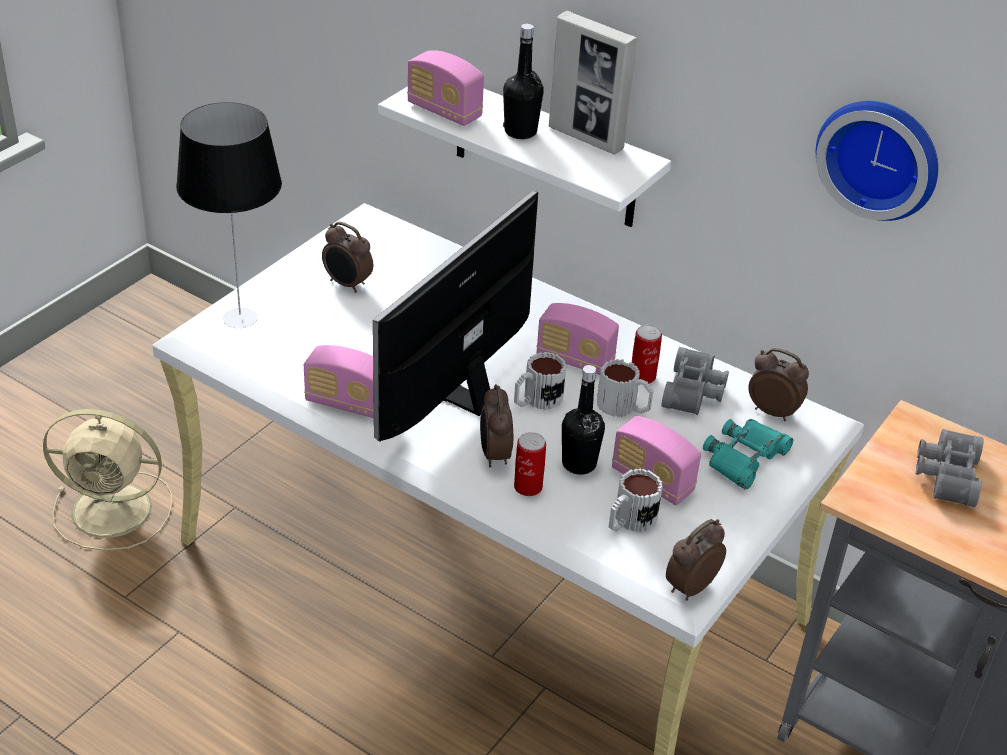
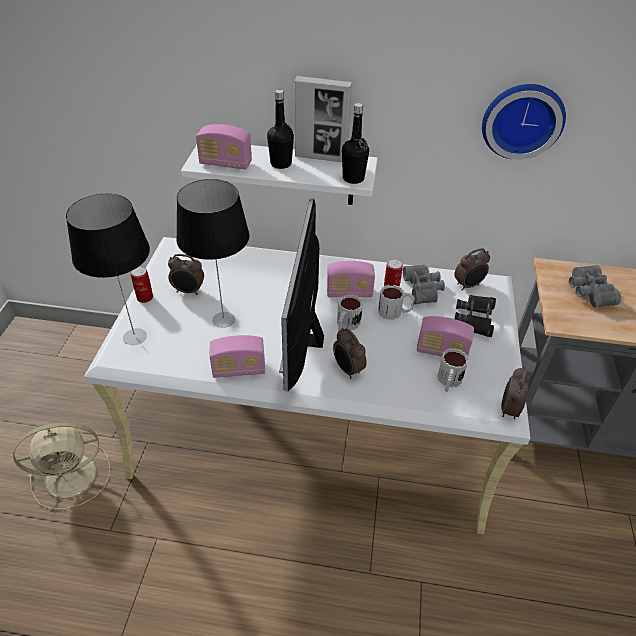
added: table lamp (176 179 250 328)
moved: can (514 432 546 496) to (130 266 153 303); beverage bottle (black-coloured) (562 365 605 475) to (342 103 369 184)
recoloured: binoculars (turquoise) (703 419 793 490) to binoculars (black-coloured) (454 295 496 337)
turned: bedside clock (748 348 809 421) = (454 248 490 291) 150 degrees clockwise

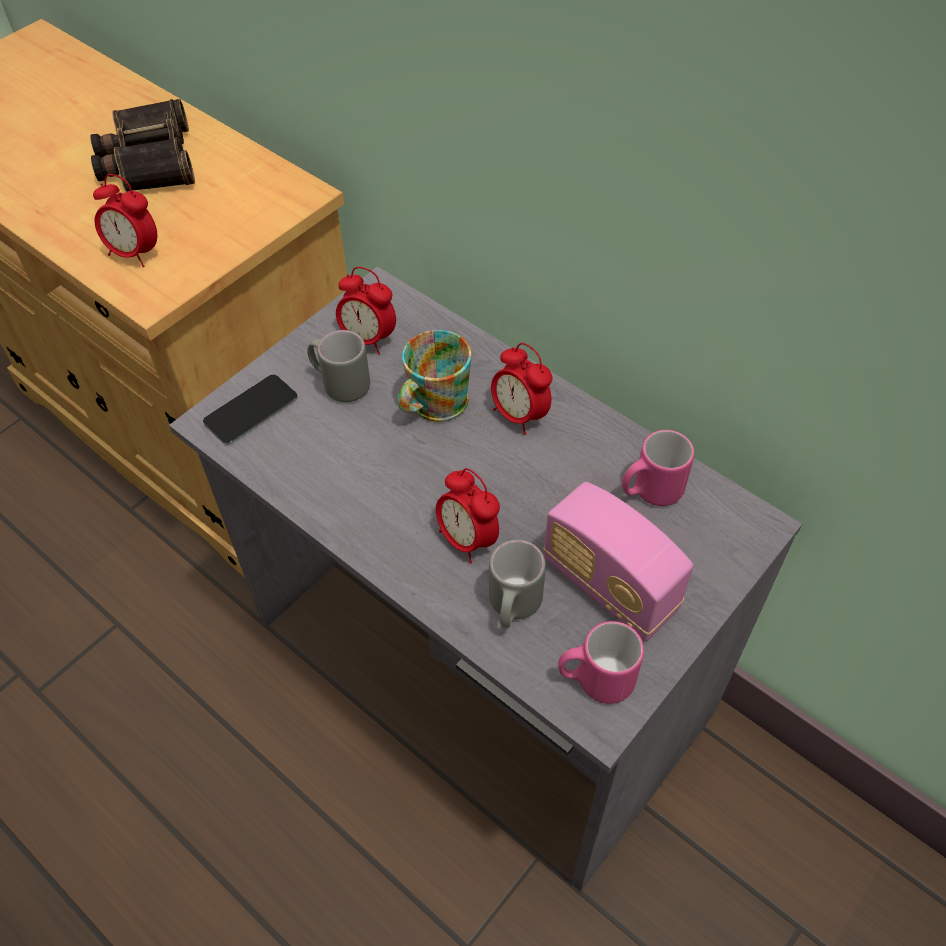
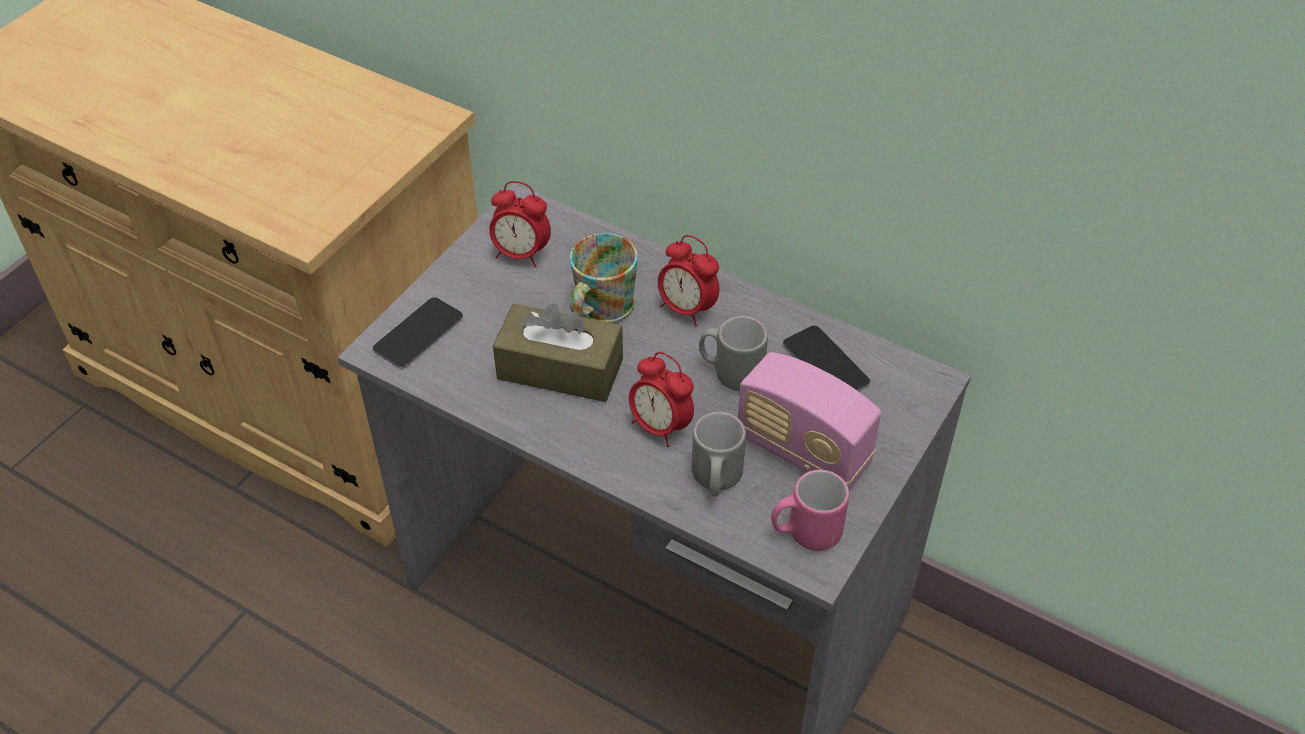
removed: binoculars (90 99 195 192); bedside clock (93 174 157 267)
added: box of tissues (brown-coloured) (493 304 623 402)
moved: mug (gray) (307 330 370 402) to (699 316 768 391)
replaced: mug (pink-coloured) (622 430 694 506) to handset (783 326 870 391)

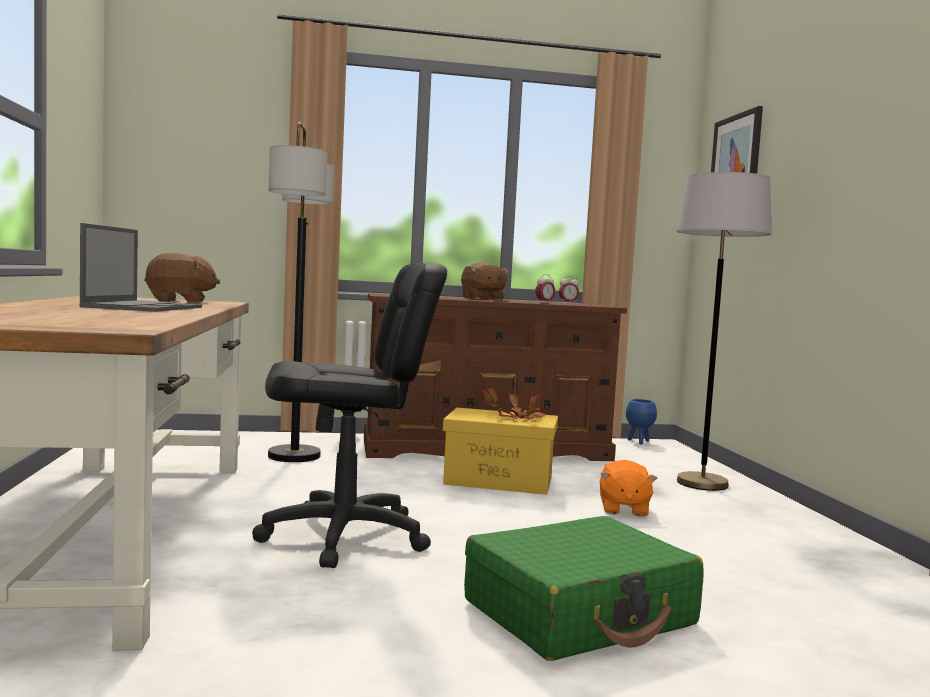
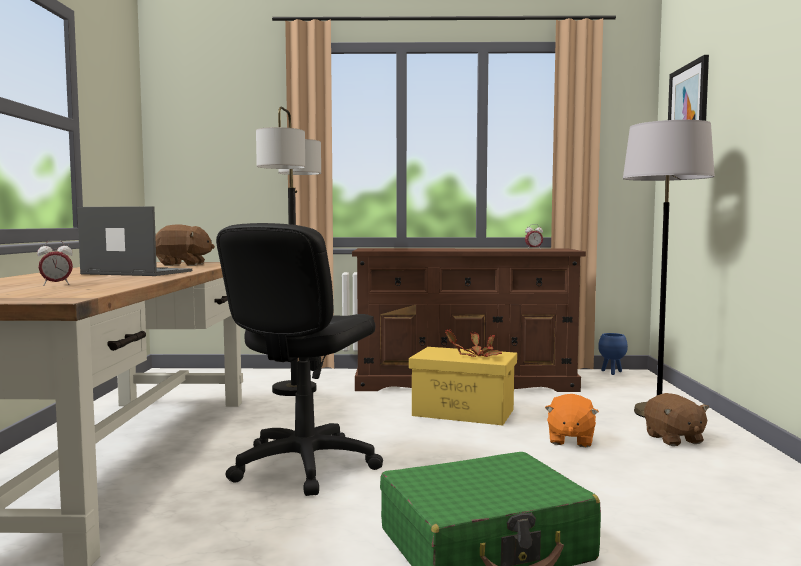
moved: cuddly toy (brown-coloured) (461 262 509 300) to (644 393 709 446); bedside clock (535 274 555 303) to (37 240 73 286)
turned: laptop (80 223 202 312) = (77 206 192 276) 90 degrees counterclockwise; office chair (black-coloured) (252 262 447 568) = (216 223 383 496) 120 degrees clockwise

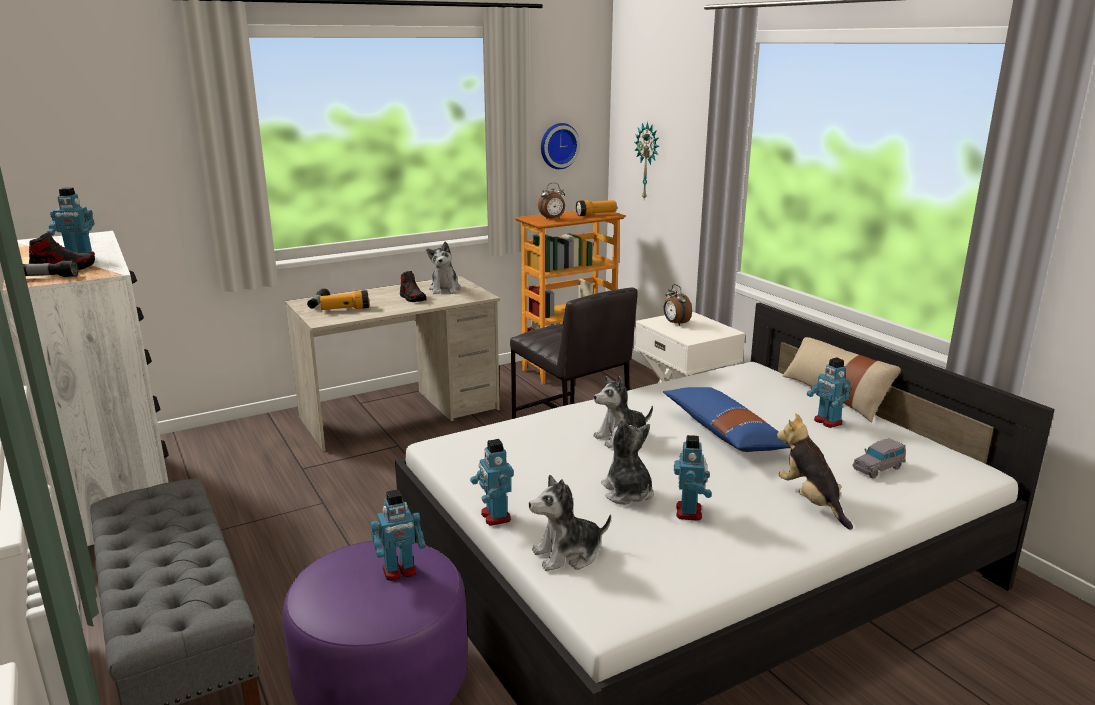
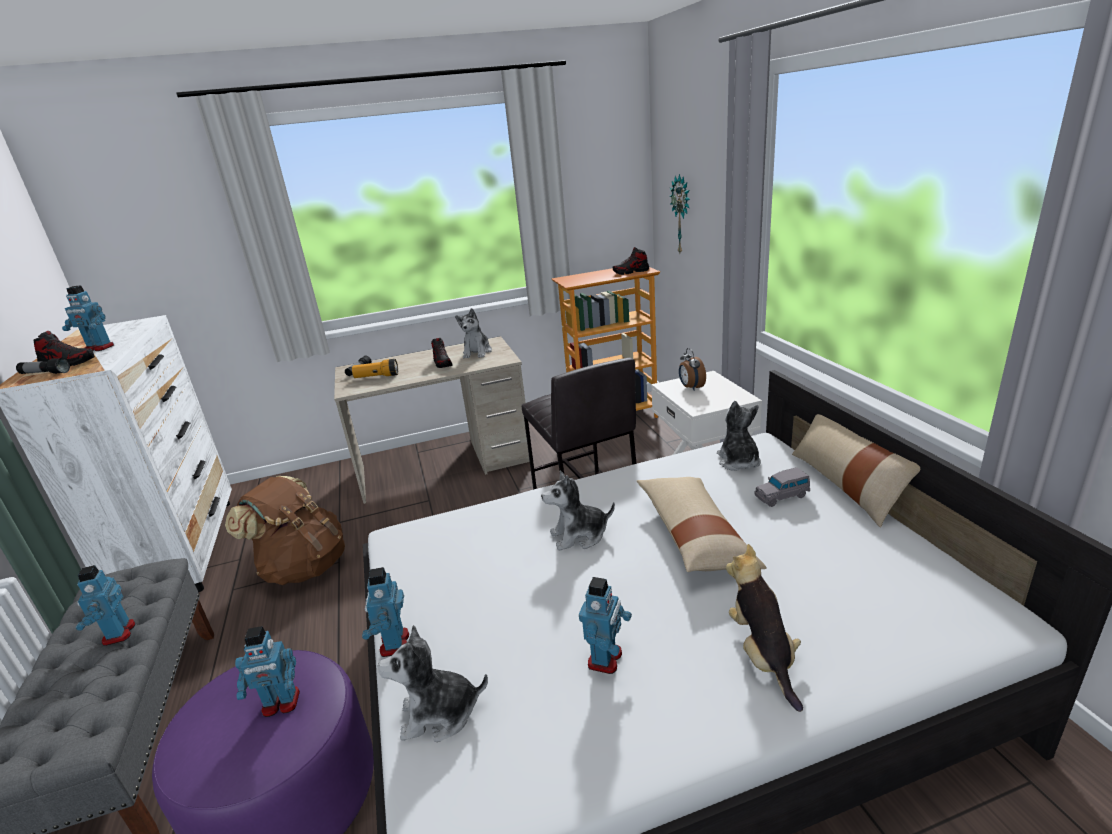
removed: bedside clock (538 183 565 220); clock on the wall (541 123 580 169)
added: rucksack (brown-coloured) (225 476 345 585)
moved: cuddly toy (601 419 654 505) to (717 401 761 471); robot figure (807 357 851 428) to (76 565 135 646); miniature car (gray) (852 438 906 479) to (754 467 810 507)
replaced: flashlight (576 200 617 216) to shoe (612 247 649 275)
recoloured: throw pillow (bluish) (663 387 791 452) to throw pillow (beige-coloured) (637 477 767 572)

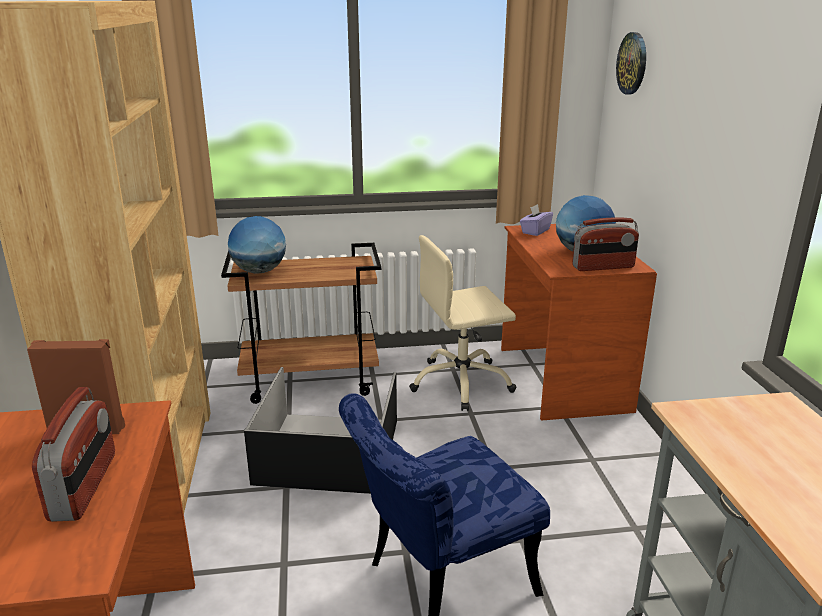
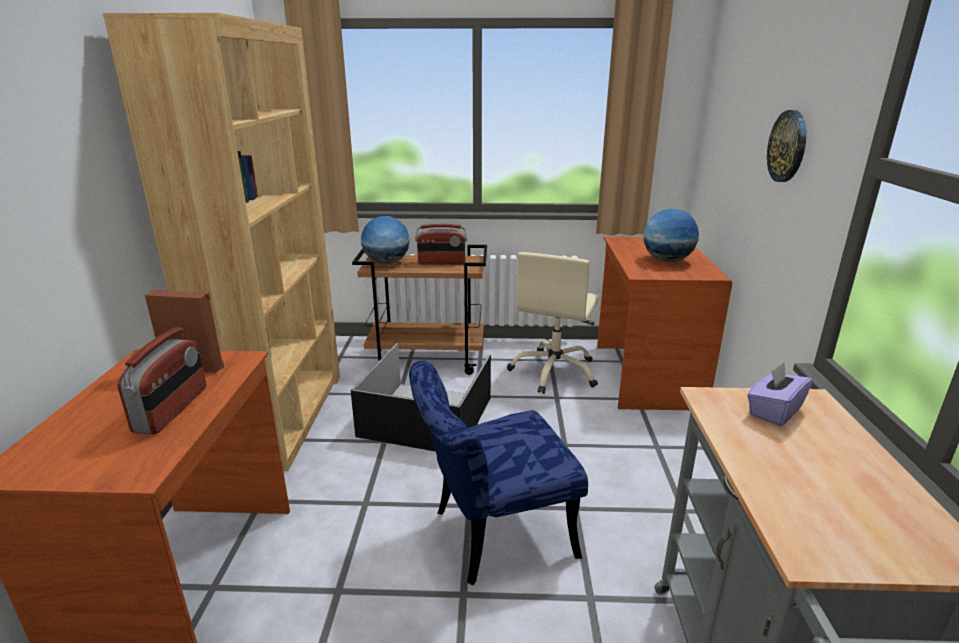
moved: box of tissues (purplish) (520 204 553 236) to (747 363 813 426); radio set (572 217 639 271) to (415 224 467 264); clock on the wall (616 32 646 95) to (767 110 806 182)
turned: office chair (beige-coloured) (409 235 516 411) = (507 252 599 394) 60 degrees counterclockwise

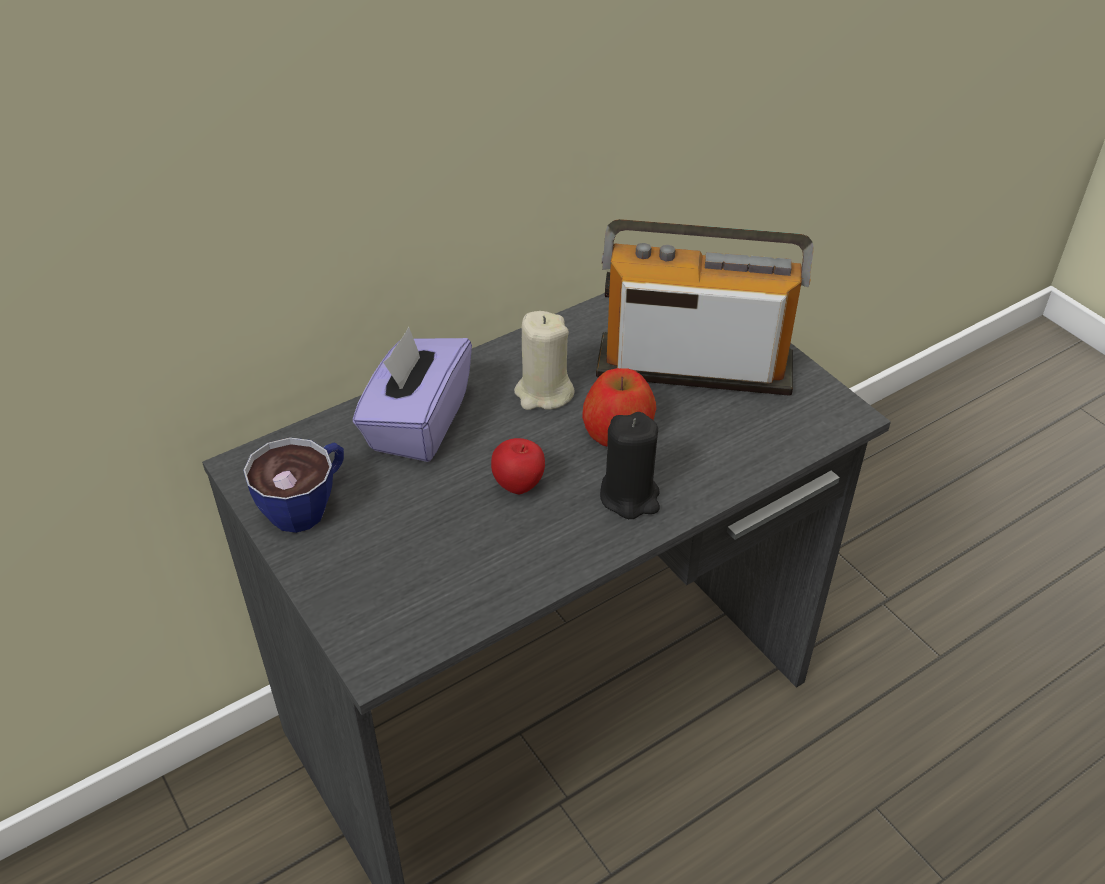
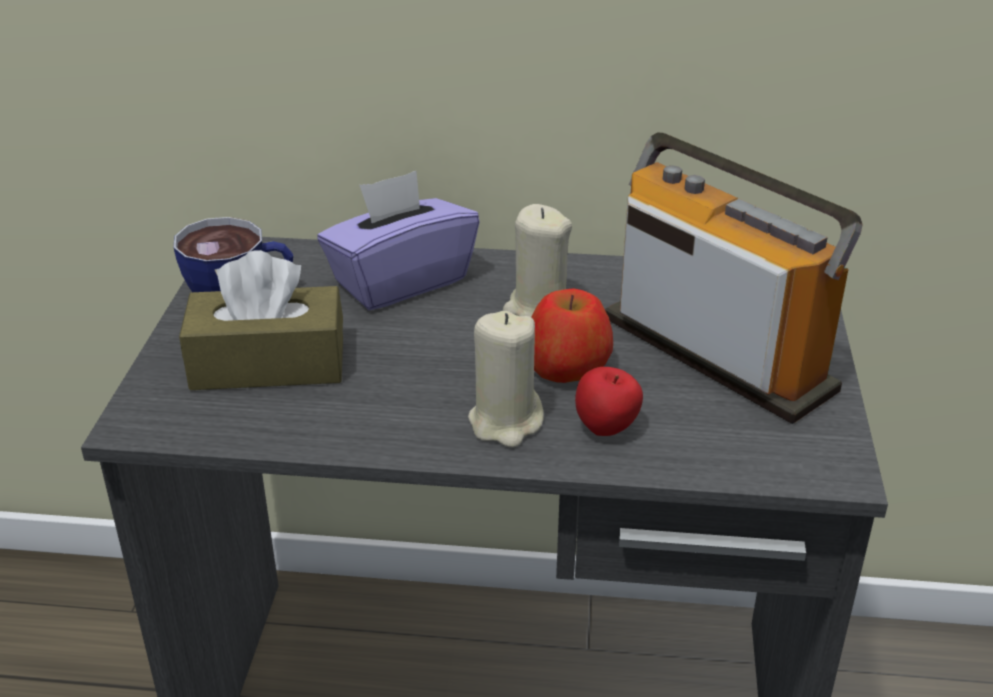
added: box of tissues (brown-coloured) (179 250 343 390)
moved: apple (491 438 545 494) to (575 367 643 436)
recoloured: candle (black-coloured) (600 412 660 519) to candle (beige-coloured) (468 311 544 448)

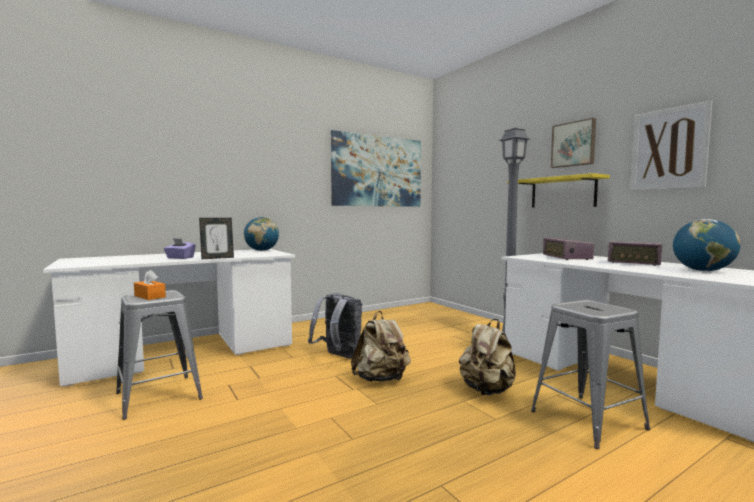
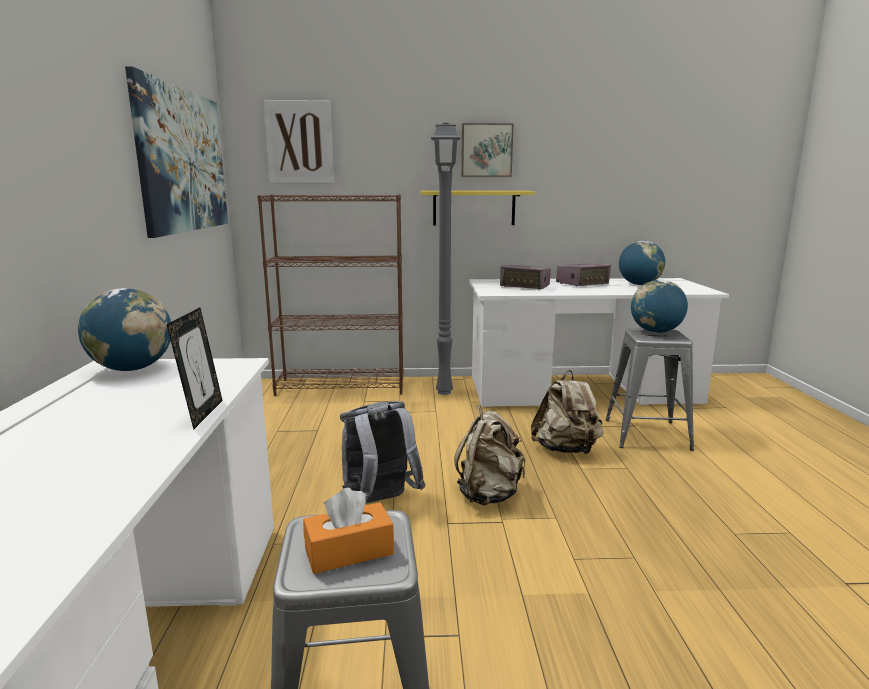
removed: box of tissues (purplish) (164 238 196 259)
added: shelving unit (brown-coloured) (258 195 404 396); globe (631 280 688 333)
moved: wall picture (630 101 712 191) to (264 100 334 183)

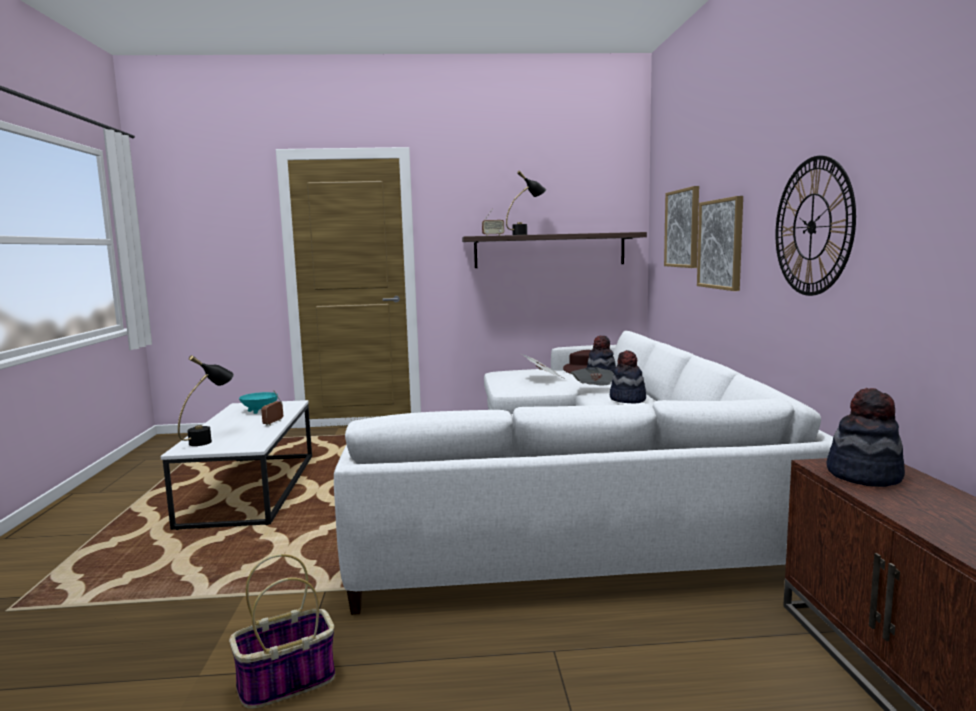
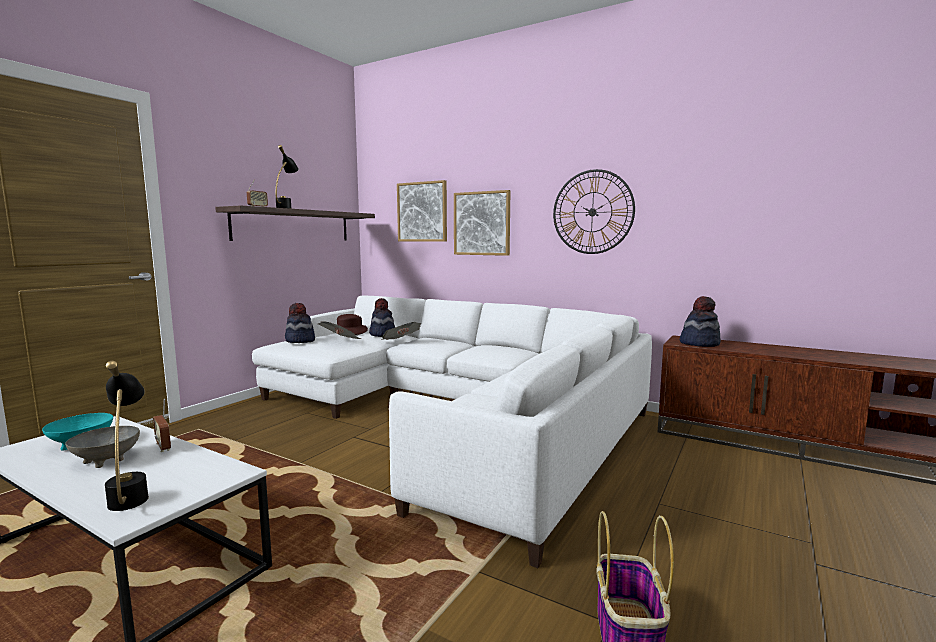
added: bowl (gray) (65 426 140 468)
moved: hat (610 350 646 404) to (285 303 315 343)

